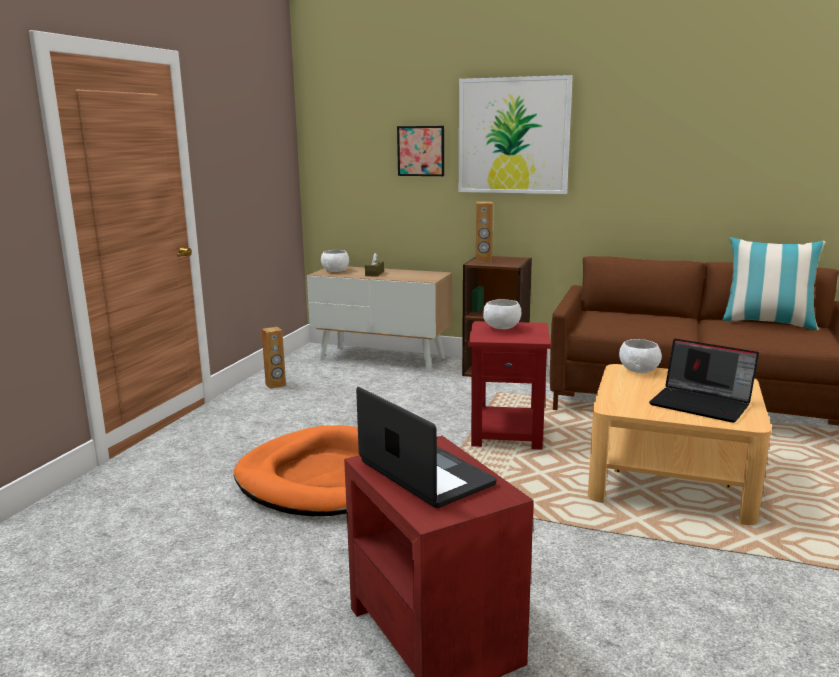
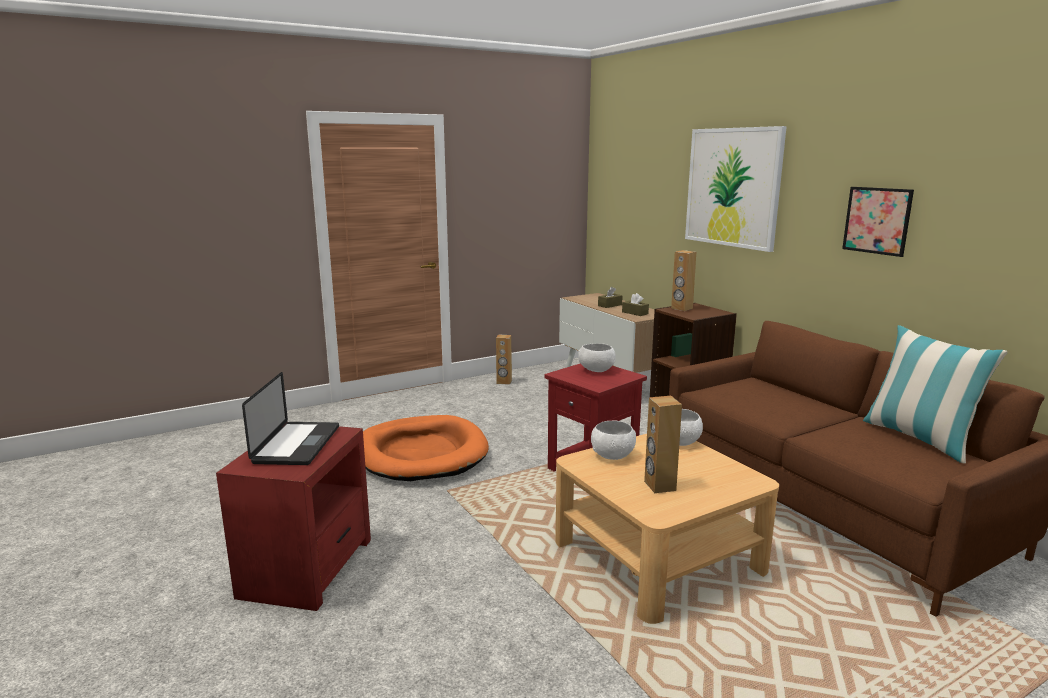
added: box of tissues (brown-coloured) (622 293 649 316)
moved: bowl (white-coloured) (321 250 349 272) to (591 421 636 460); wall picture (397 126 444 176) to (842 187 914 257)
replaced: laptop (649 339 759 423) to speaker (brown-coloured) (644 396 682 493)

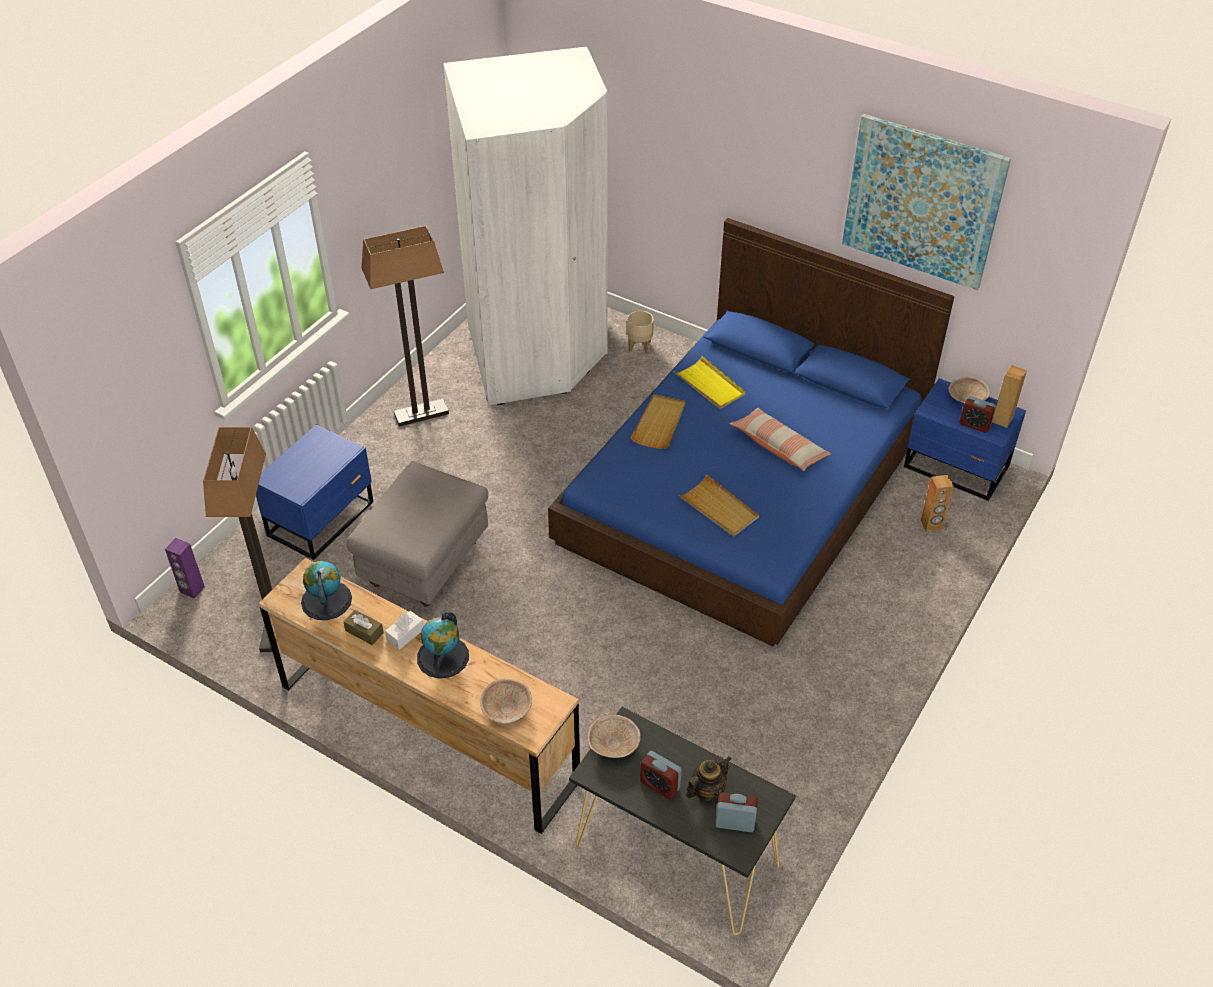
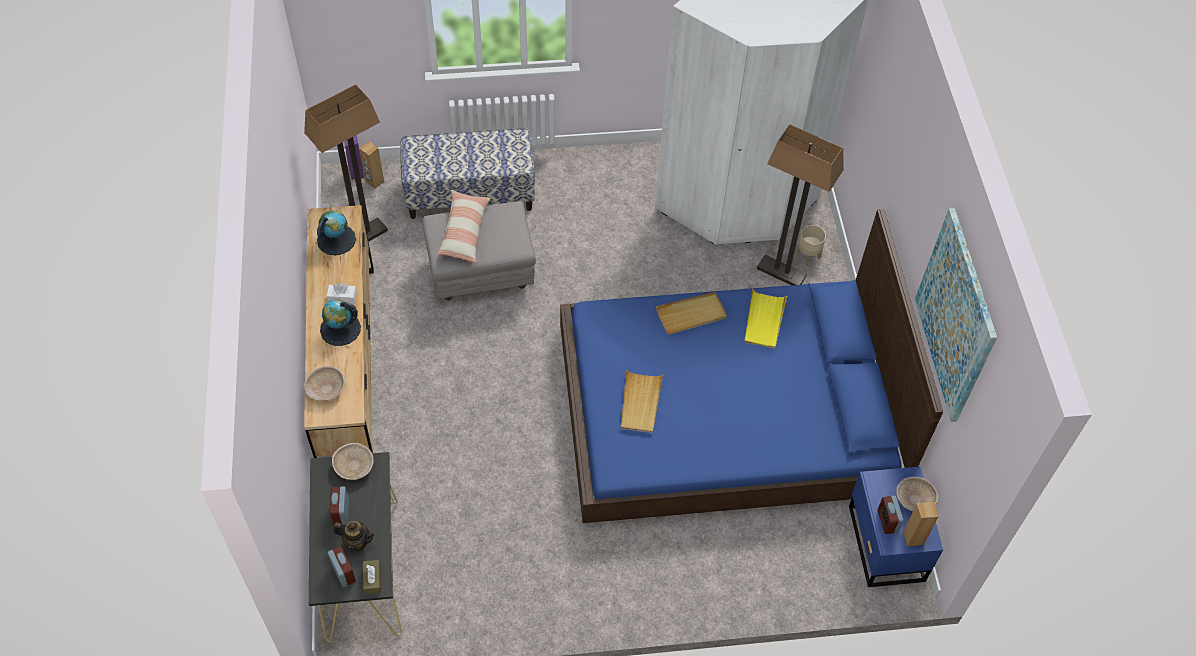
moved: box of tissues (brown-coloured) (343 610 384 645) to (363 560 381 594); standard lamp (362 226 449 427) to (757 124 844 286); throw pillow (729 408 831 471) to (436 190 491 263); speaker (brown-coloured) (921 475 954 532) to (359 141 384 189)
replaced: bedside table (bluish) (256 425 374 560) to long seat (400 128 535 219)

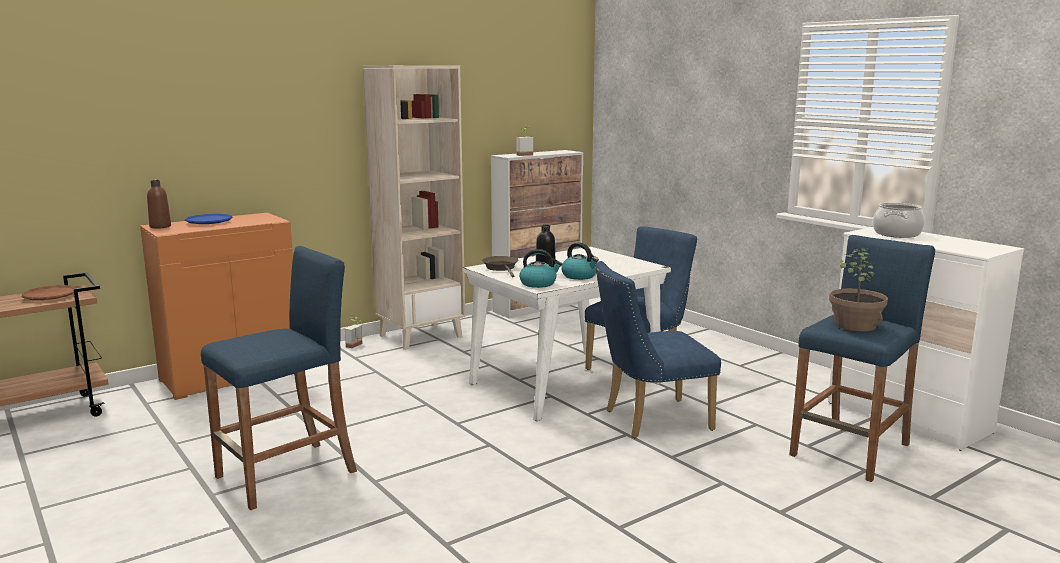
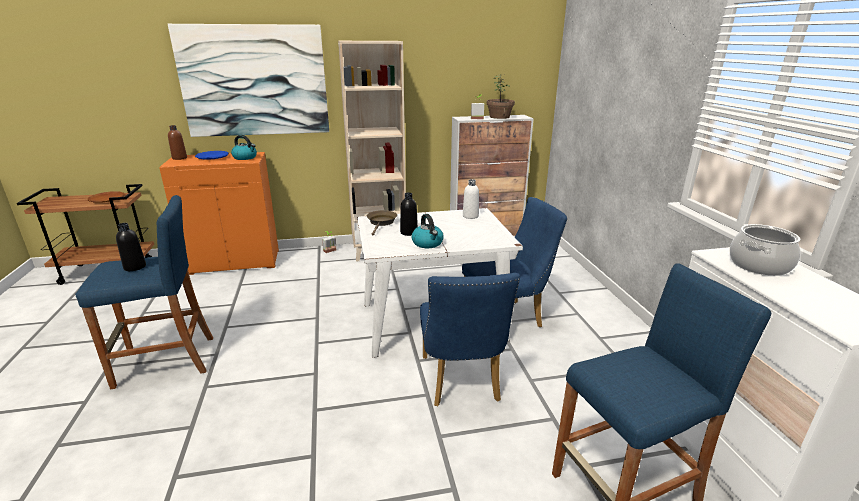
added: beverage bottle (black-coloured) (116 223 146 271); wall picture (168 24 329 137); beverage bottle (white-coloured) (463 179 479 219)
moved: kettle (519 249 562 288) to (231 135 257 160); plant in a pot (829 248 888 331) to (487 74 515 119)
turned: chair (bluish) (595 261 721 438) = (420 273 520 406) 105 degrees counterclockwise

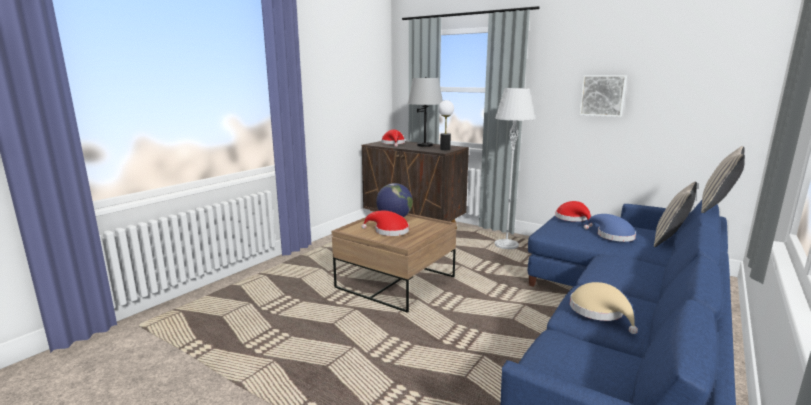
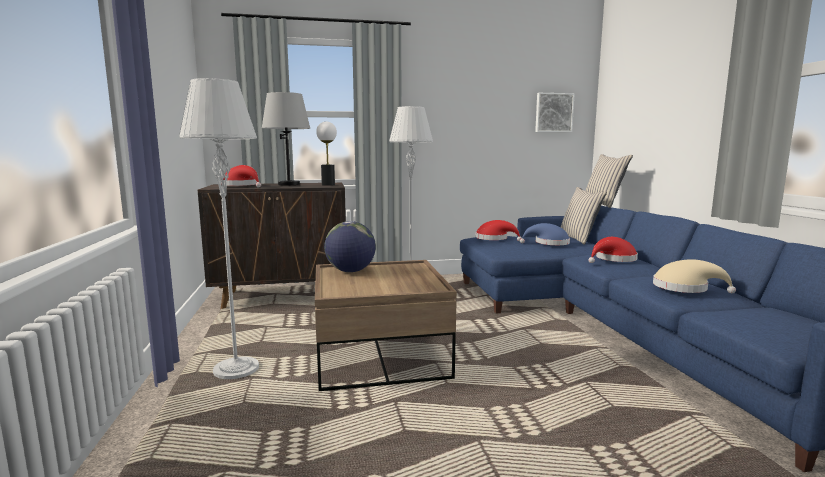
added: standard lamp (gray) (179 78 259 379)
moved: hat (red-coloured) (362 211 409 236) to (588 237 638 263); wall picture (579 75 627 117) to (535 93 575 132)

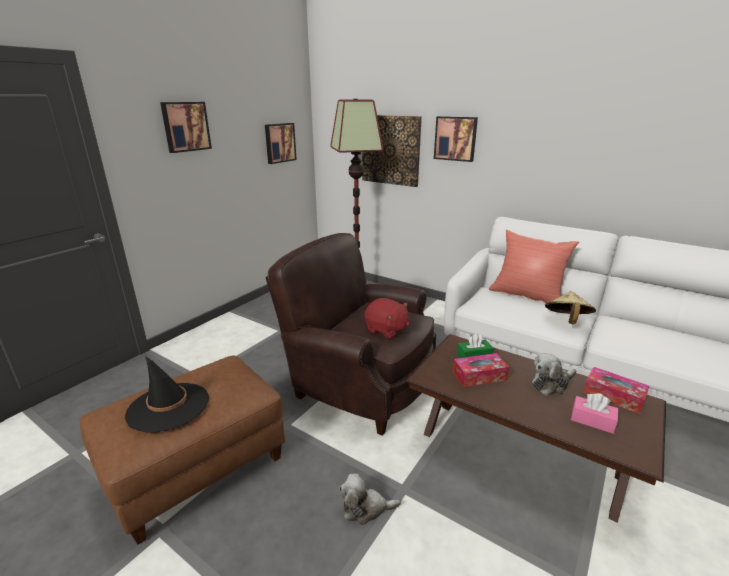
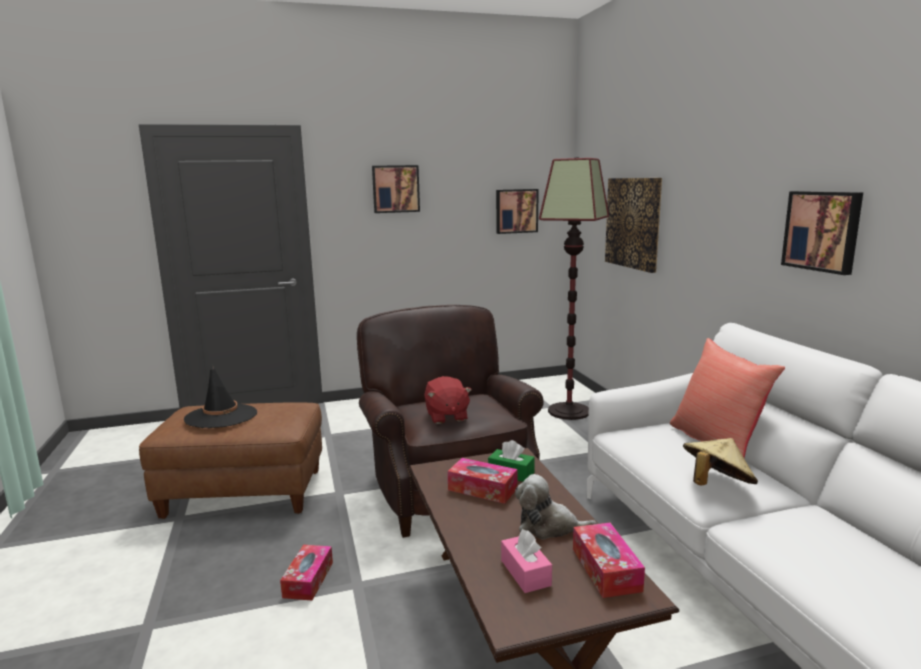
moved: wall picture (434 116 478 162) to (781 191 863 275)
replaced: cuddly toy (339 473 401 525) to box of tissues (280 545 333 600)

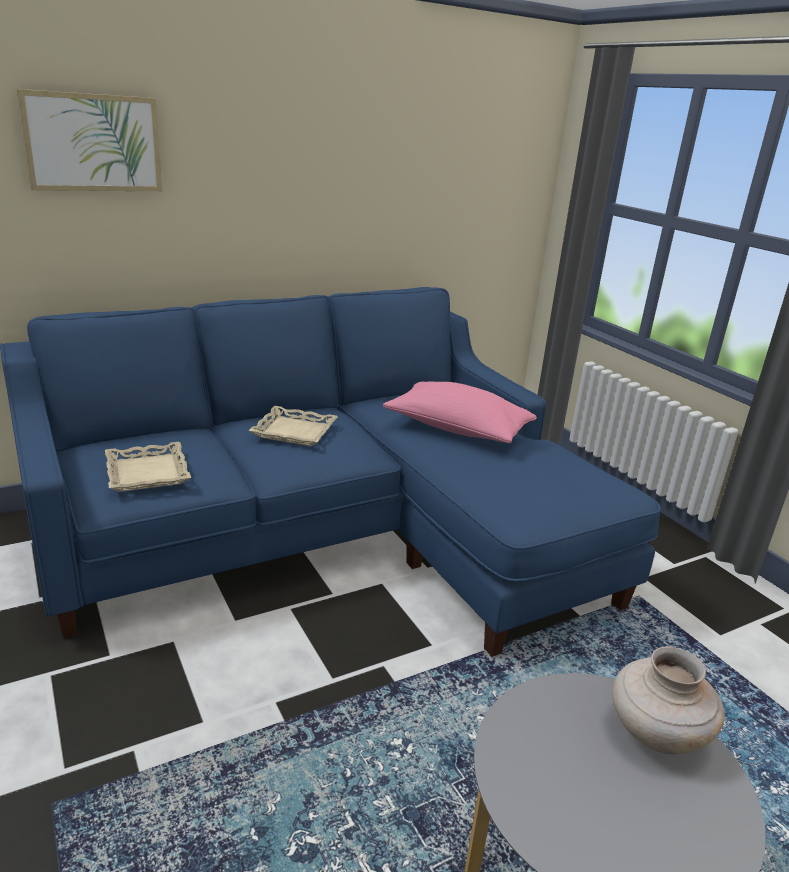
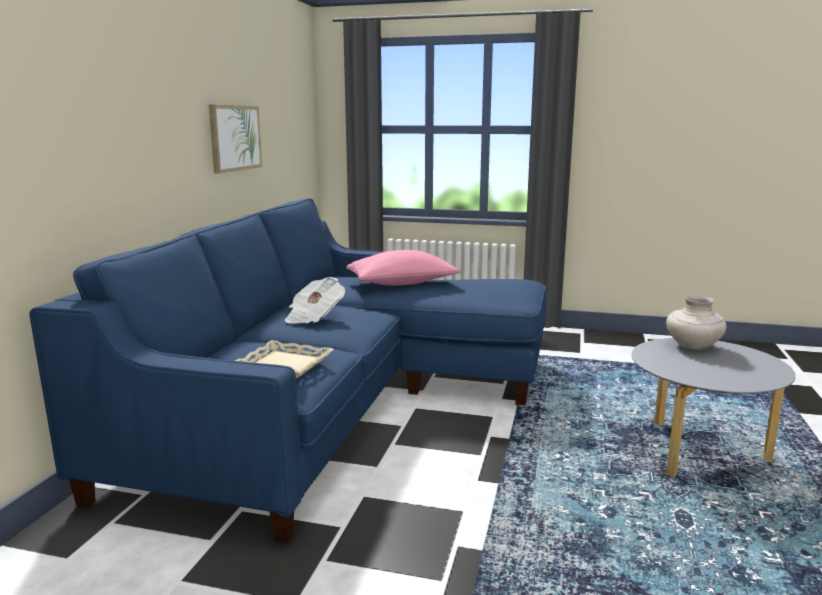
moved: wall picture (16 89 162 191) to (209 104 262 173)
replaced: tray (beige-coloured) (248 406 338 446) to newspaper (285 277 345 324)

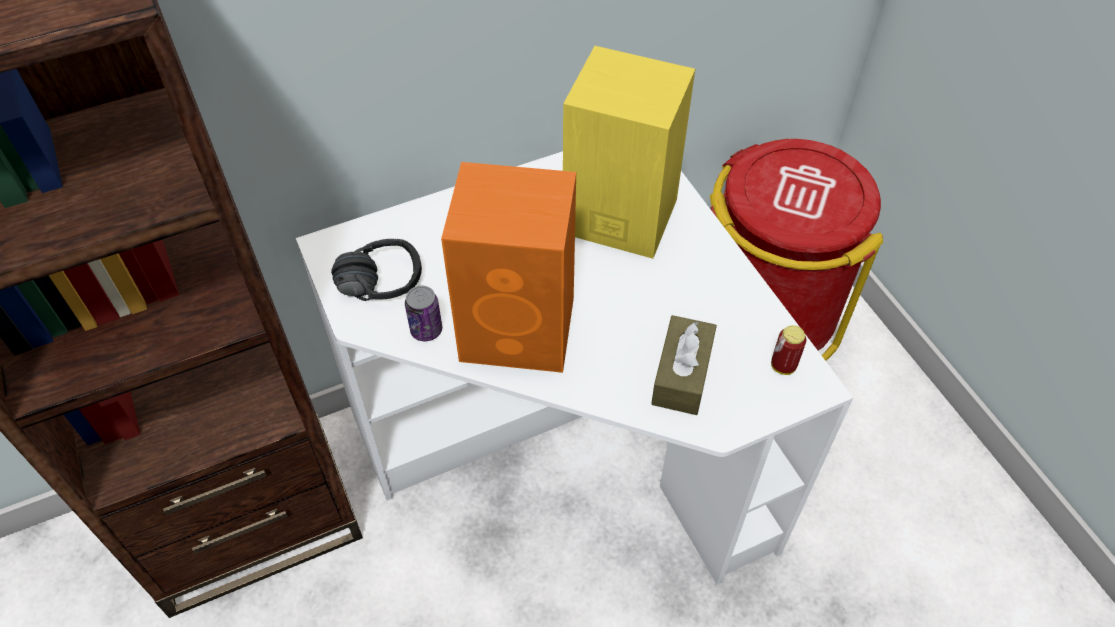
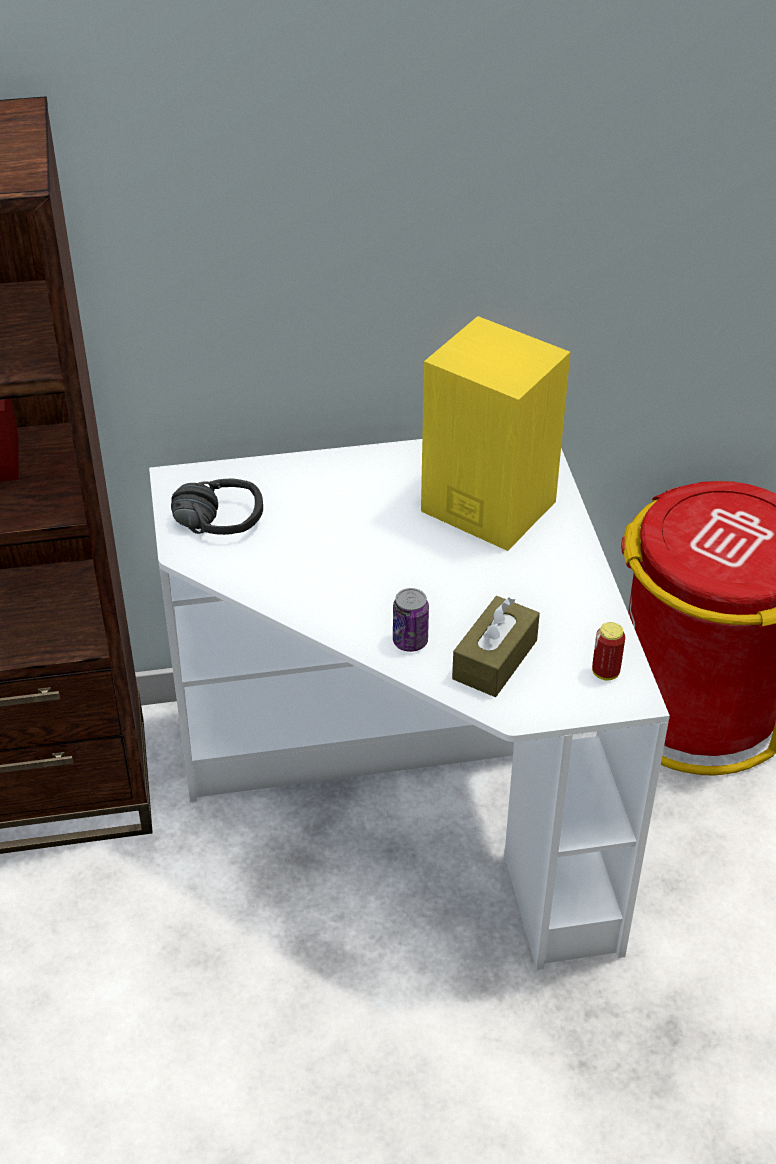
removed: speaker (orange-coloured) (441 162 576 373)
moved: can (405 286 442 341) to (393 588 429 652)

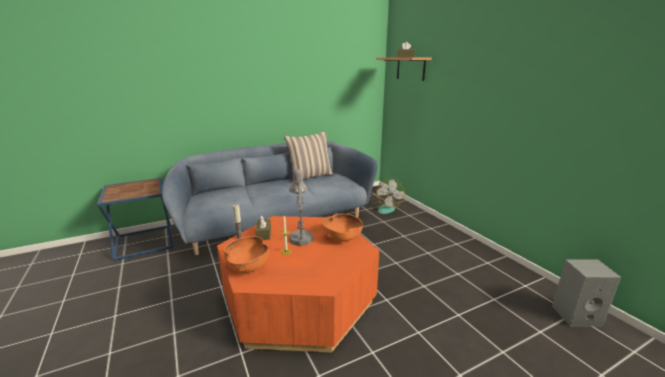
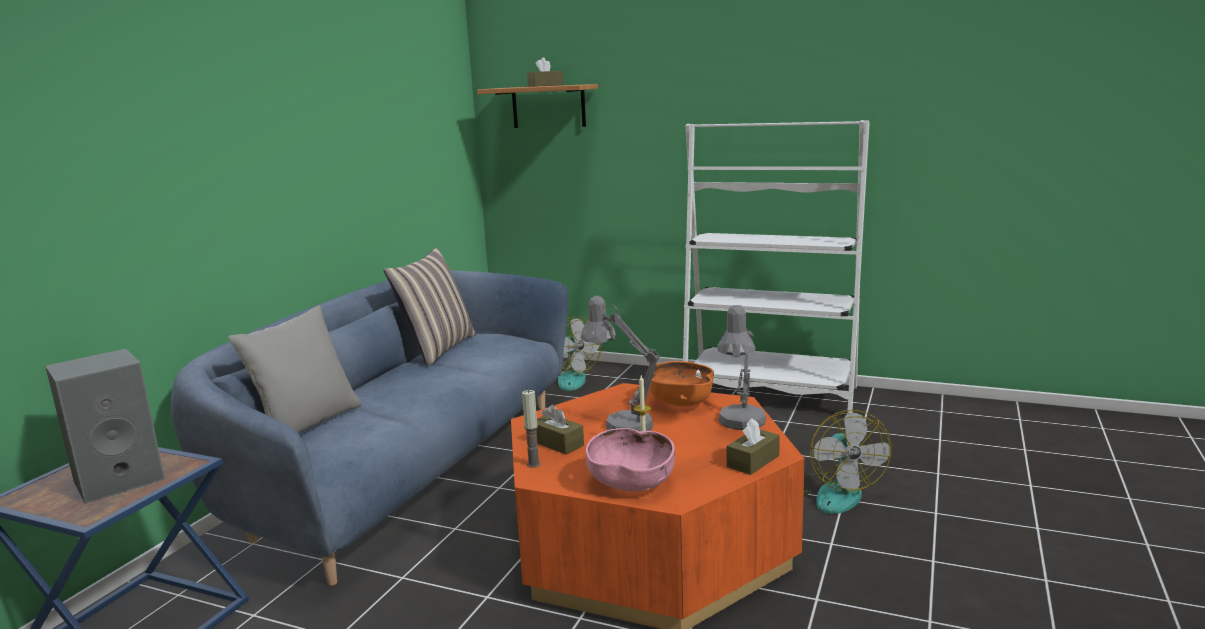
added: throw pillow (gray) (229 306 362 433); shelving unit (white-coloured) (683 120 870 413); table lamp (gray) (717 305 766 430); box of tissues (brown-coloured) (727 418 780 475); electric fan (803 410 891 514)
moved: speaker (gray) (552 260 621 326) to (45 349 165 504)
recoloured: bowl (orange-coloured) (223 236 269 273) to bowl (pink-coloured) (586 428 675 492)

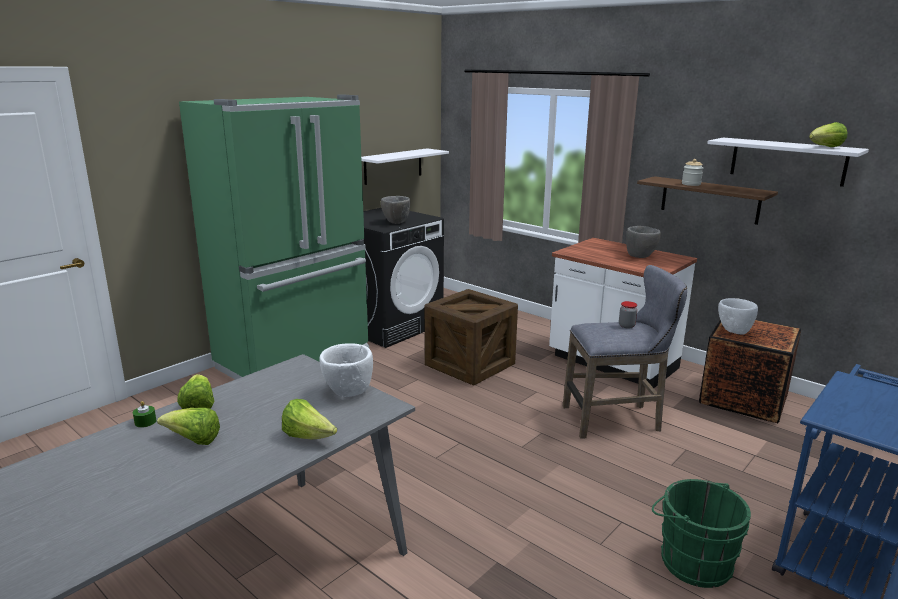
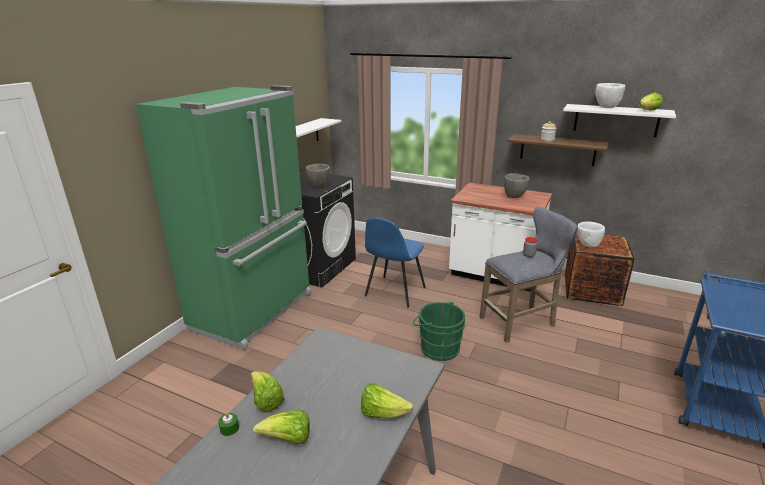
moved: bowl (white-coloured) (320 343 373 397) to (595 83 625 108); water bucket (green-coloured) (652 479 751 588) to (413 302 465 361)
replaced: shipping crate (425 289 518 386) to chair (bluish) (365 218 426 308)

